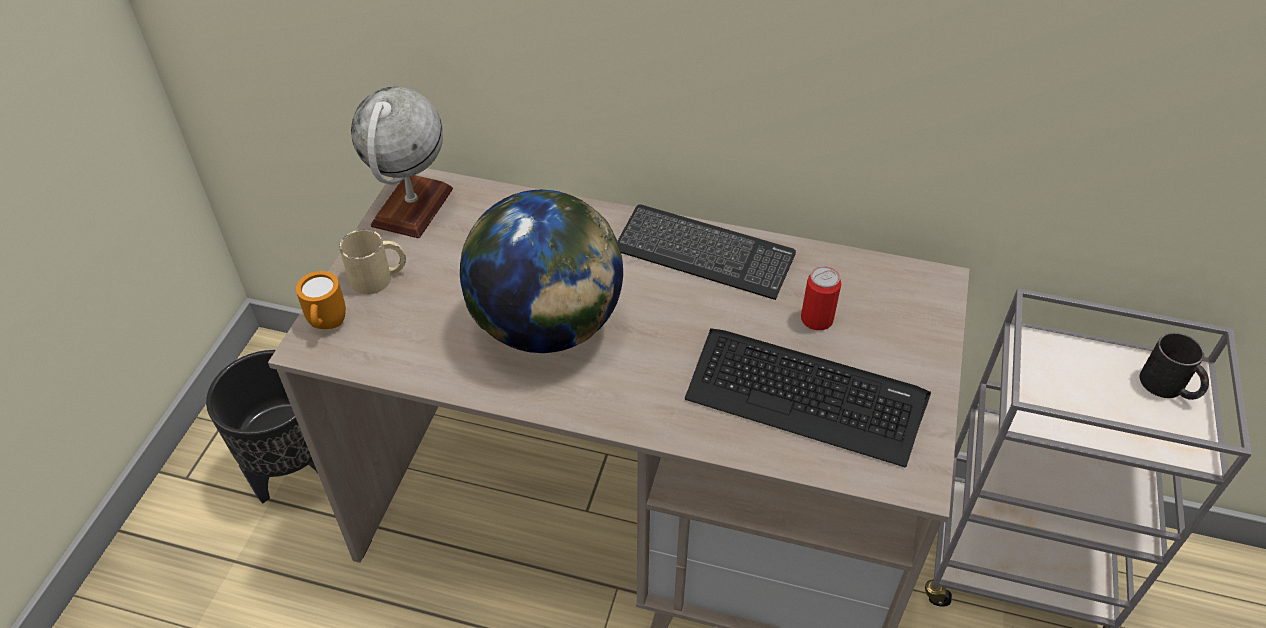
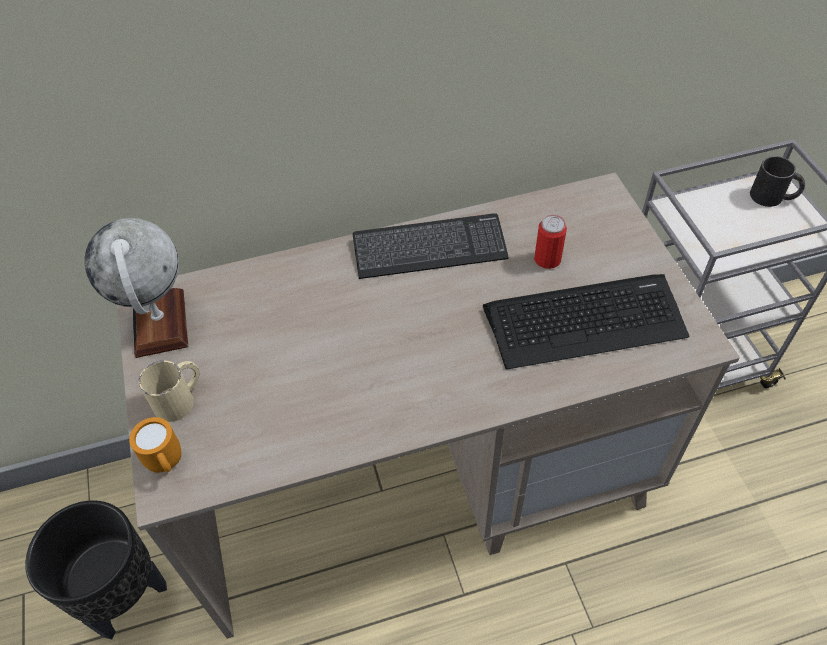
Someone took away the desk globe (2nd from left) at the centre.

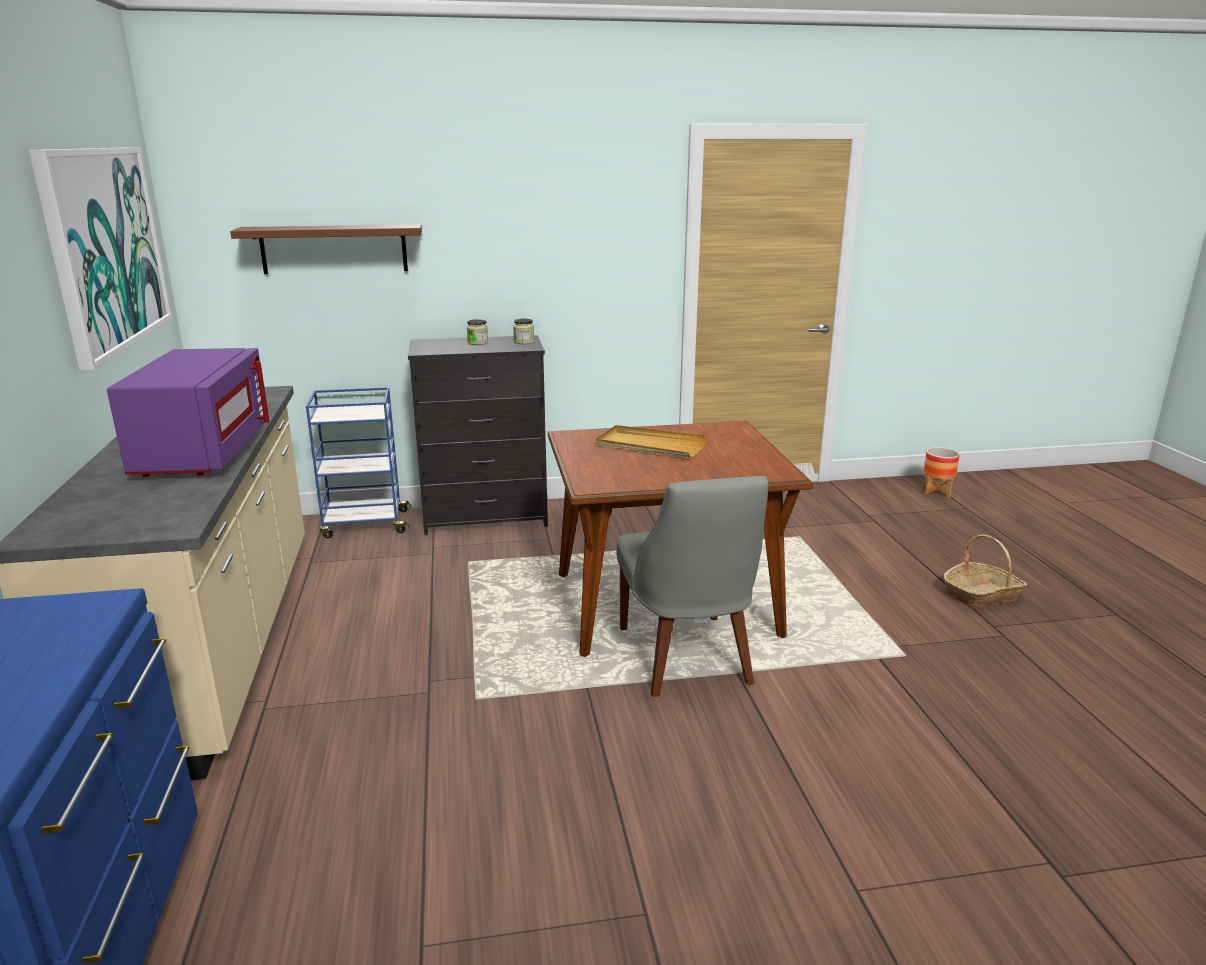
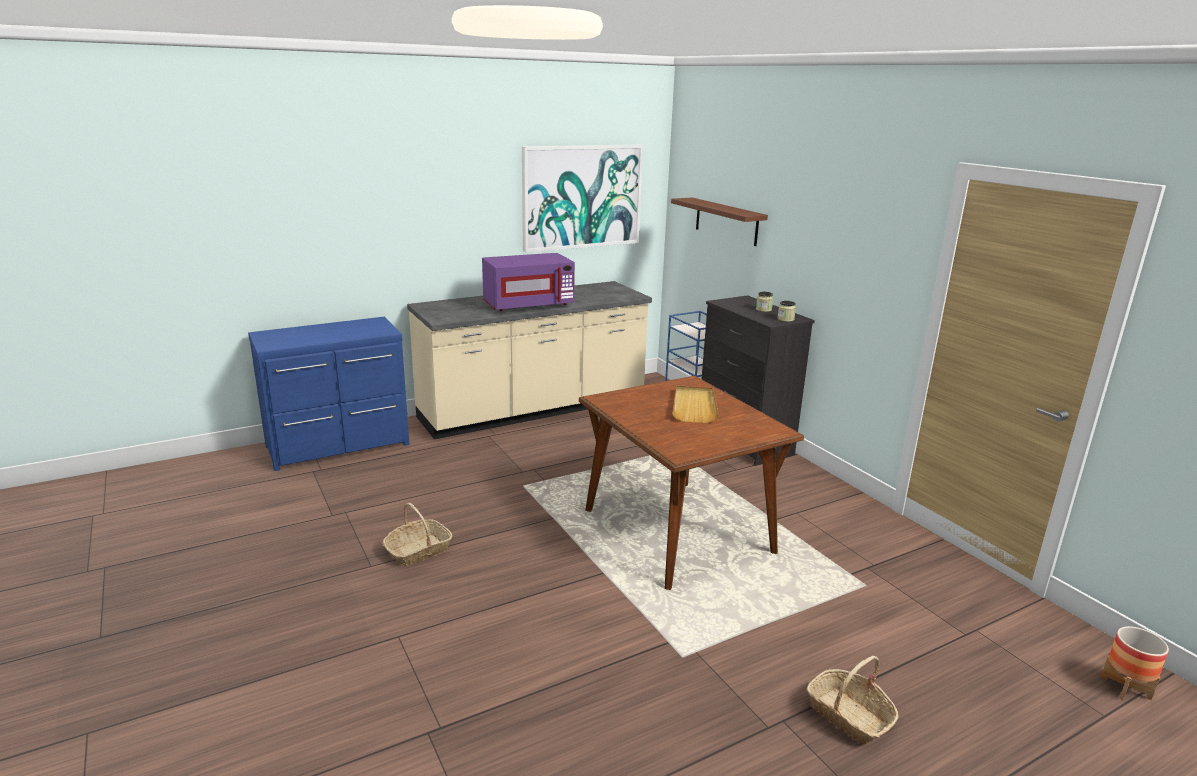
Someone took away the gray chair at the centre.
Someone put down the storage basket (1st from left) at the bottom centre.

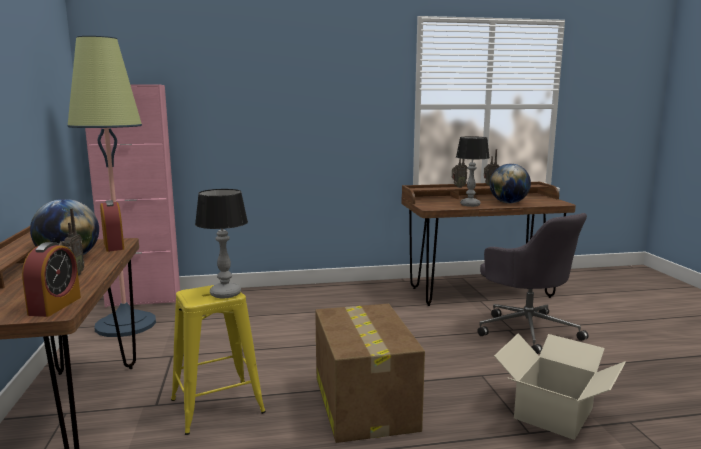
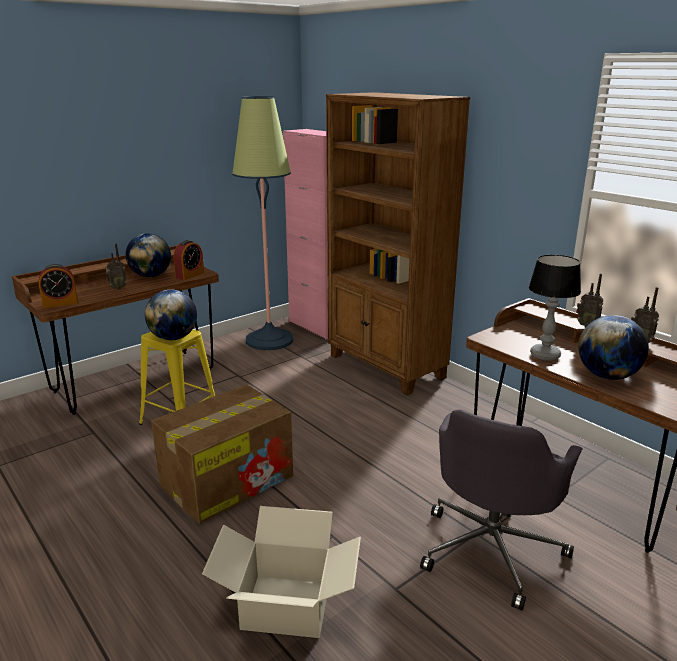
Someone swapped the table lamp (1st from left) at the middle left for the desk globe (2nd from left) at the middle left.
Someone put down the brown shelving unit at the centre.

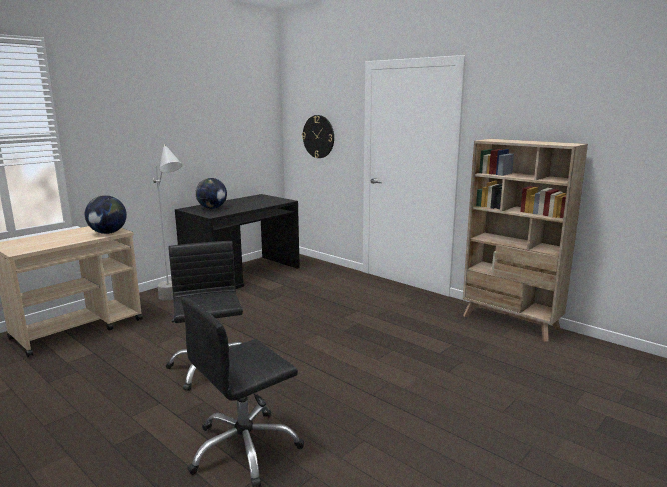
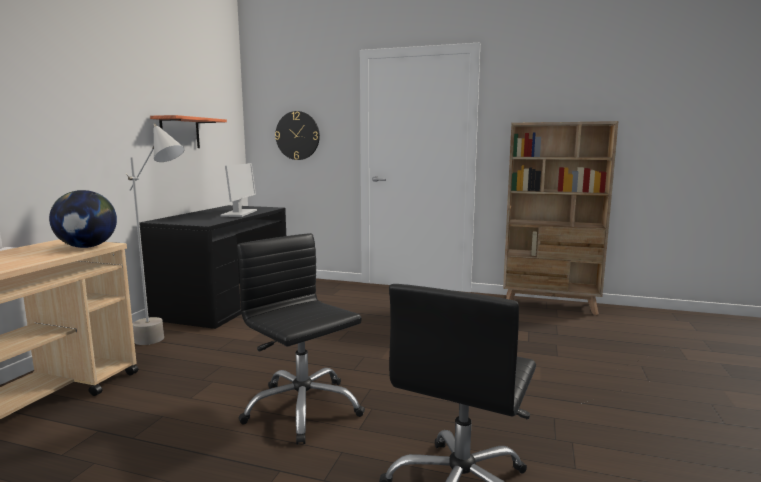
Someone took away the desk globe (2nd from left) at the middle left.
Someone put up the bracket shelf at the top left.
Someone put down the computer display at the middle left.

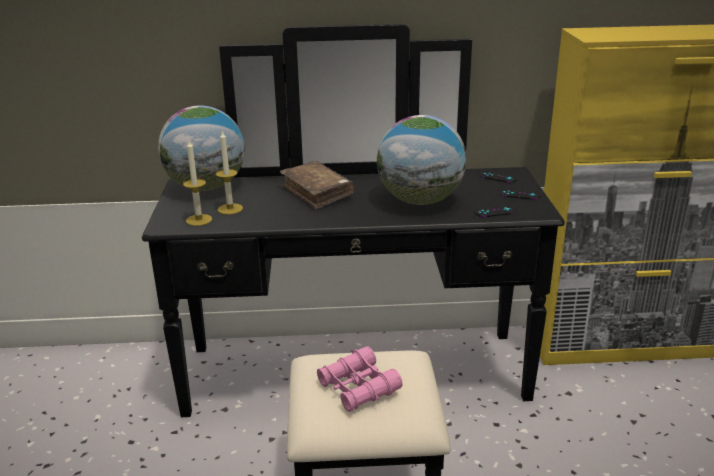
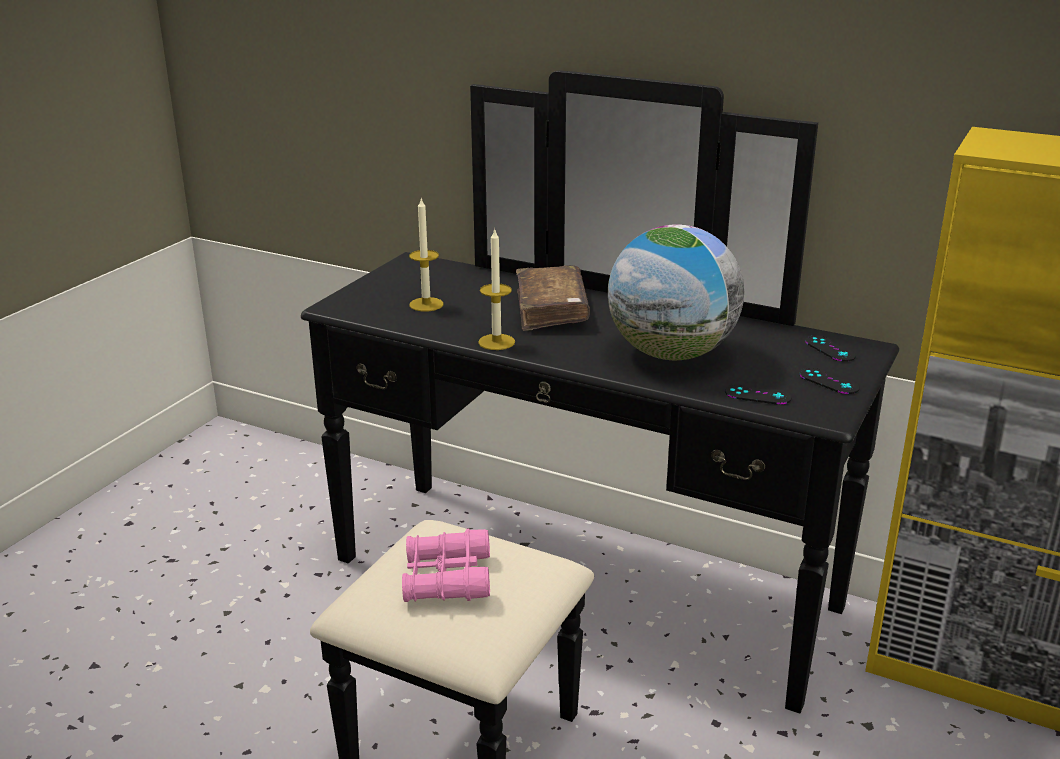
Someone took away the desk globe (1st from left) at the top left.
Someone carried the wax candle (1st from left in the first image) from the middle left to the centre.

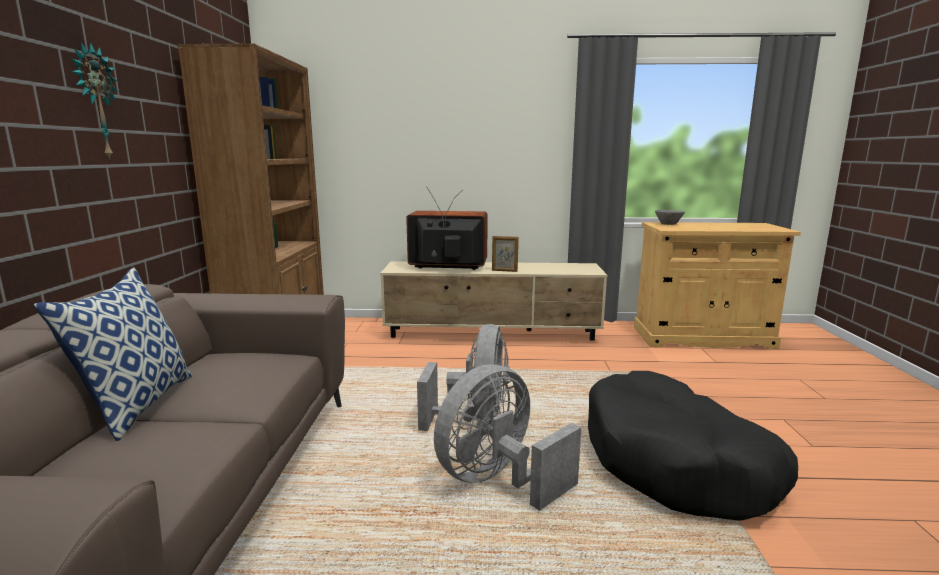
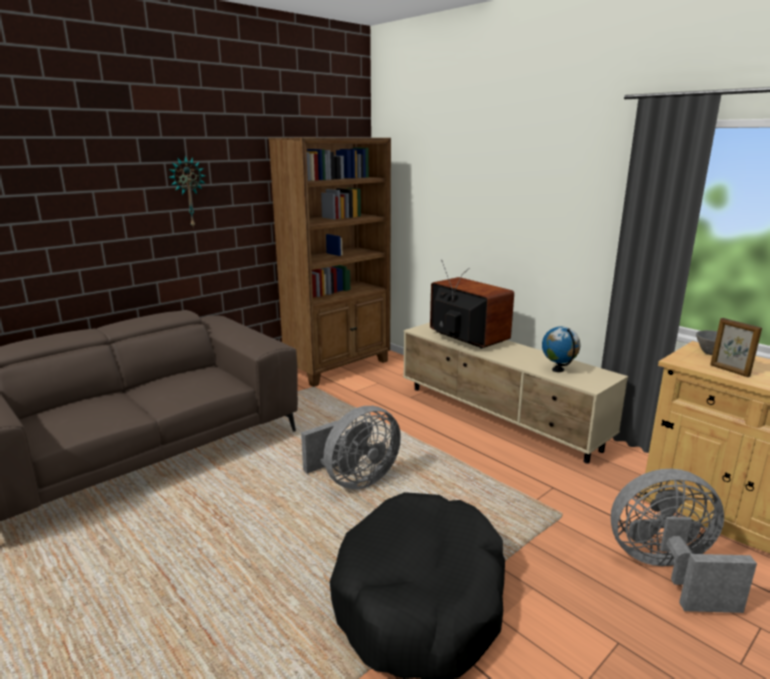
Someone carried the picture frame from the centre to the middle right.
Someone took away the throw pillow at the middle left.
Someone carried the gray cooling fan (2nd from left) from the bottom centre to the bottom right.
Someone put down the desk globe at the middle right.

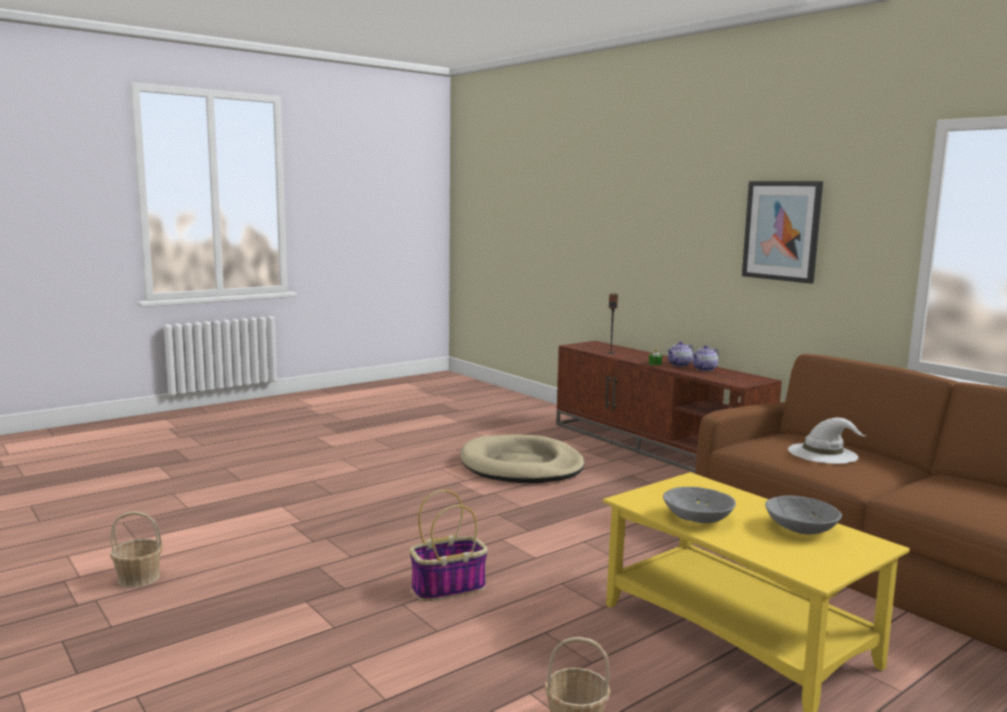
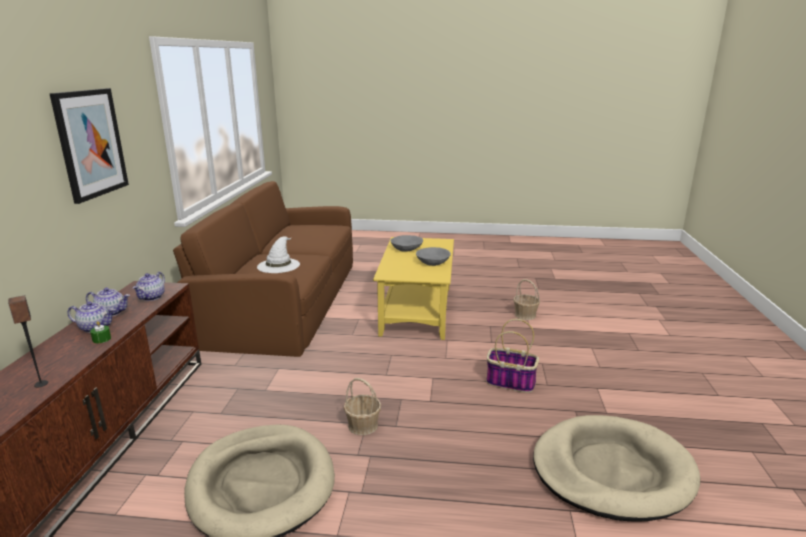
Someone carried the storage basket (1st from left) from the bottom left to the bottom centre.
Someone put down the teapot (3rd from left) at the middle left.
Someone put down the beige-coloured dog cushion (2nd from left) at the bottom right.

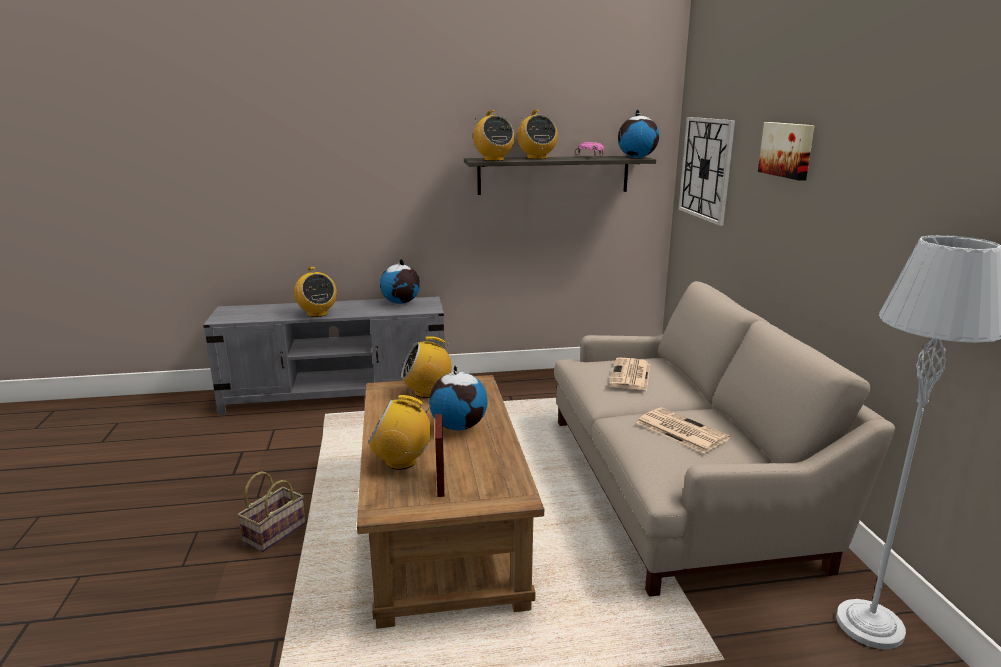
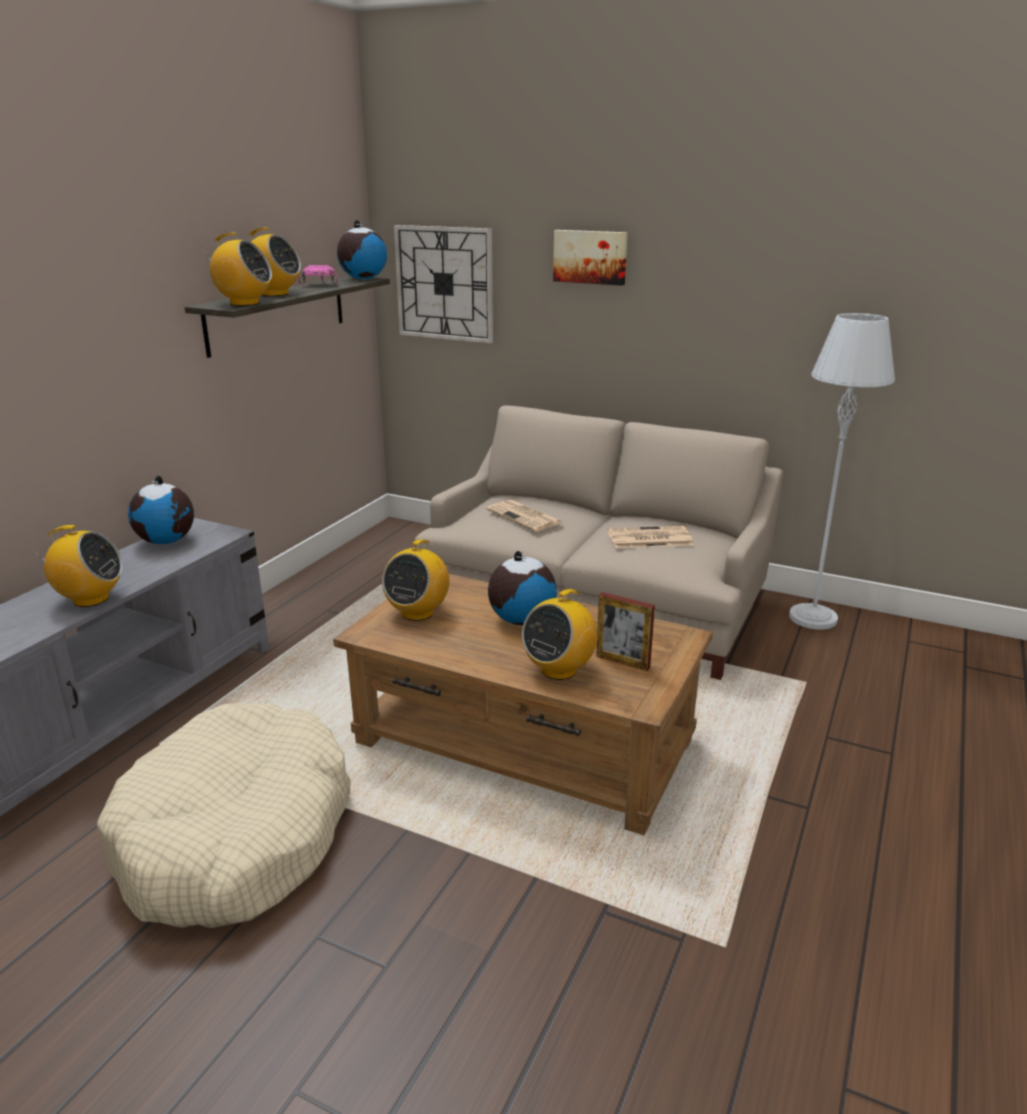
Someone took away the storage basket at the bottom left.
Someone put down the beige-coloured dog cushion at the bottom left.

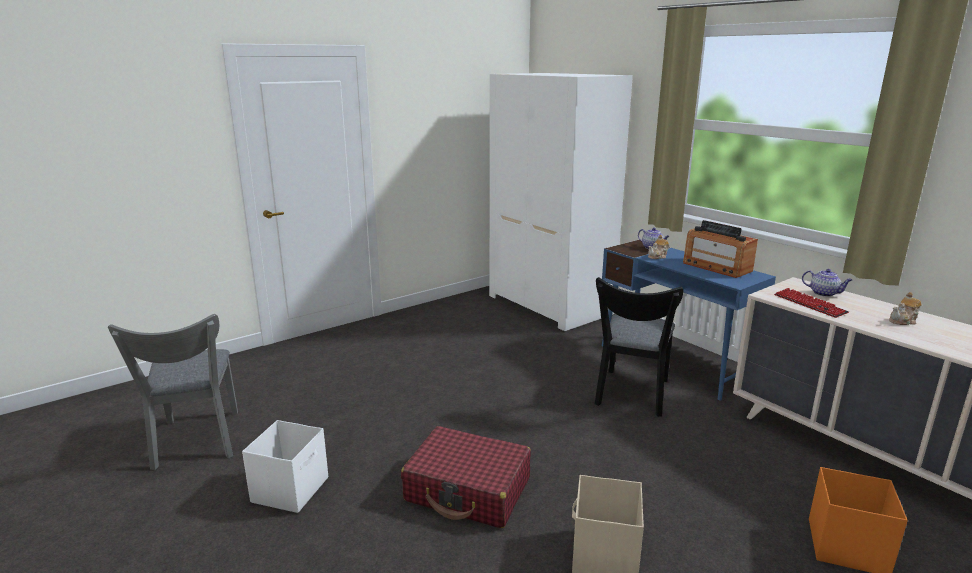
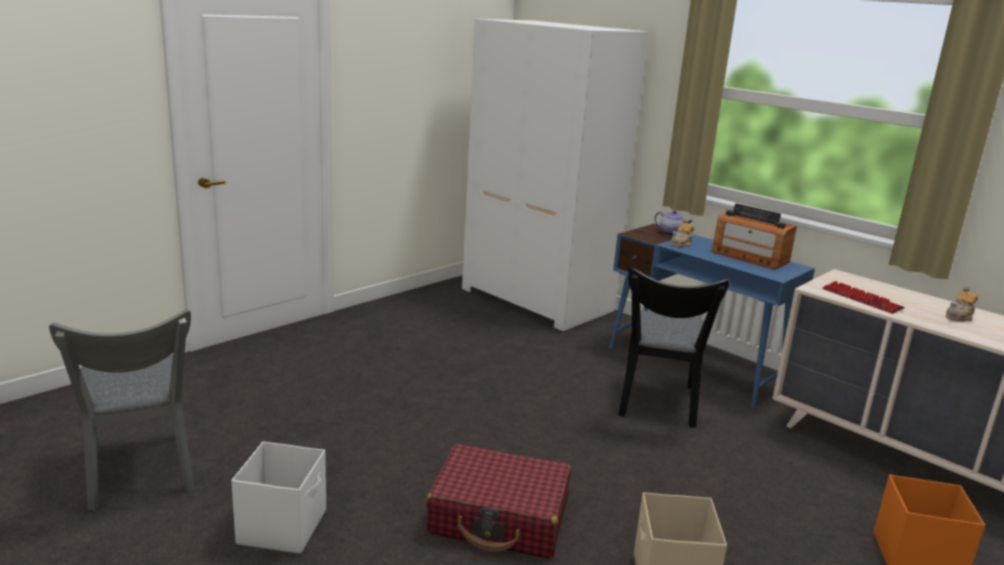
Someone took away the teapot (3rd from left) at the middle right.

